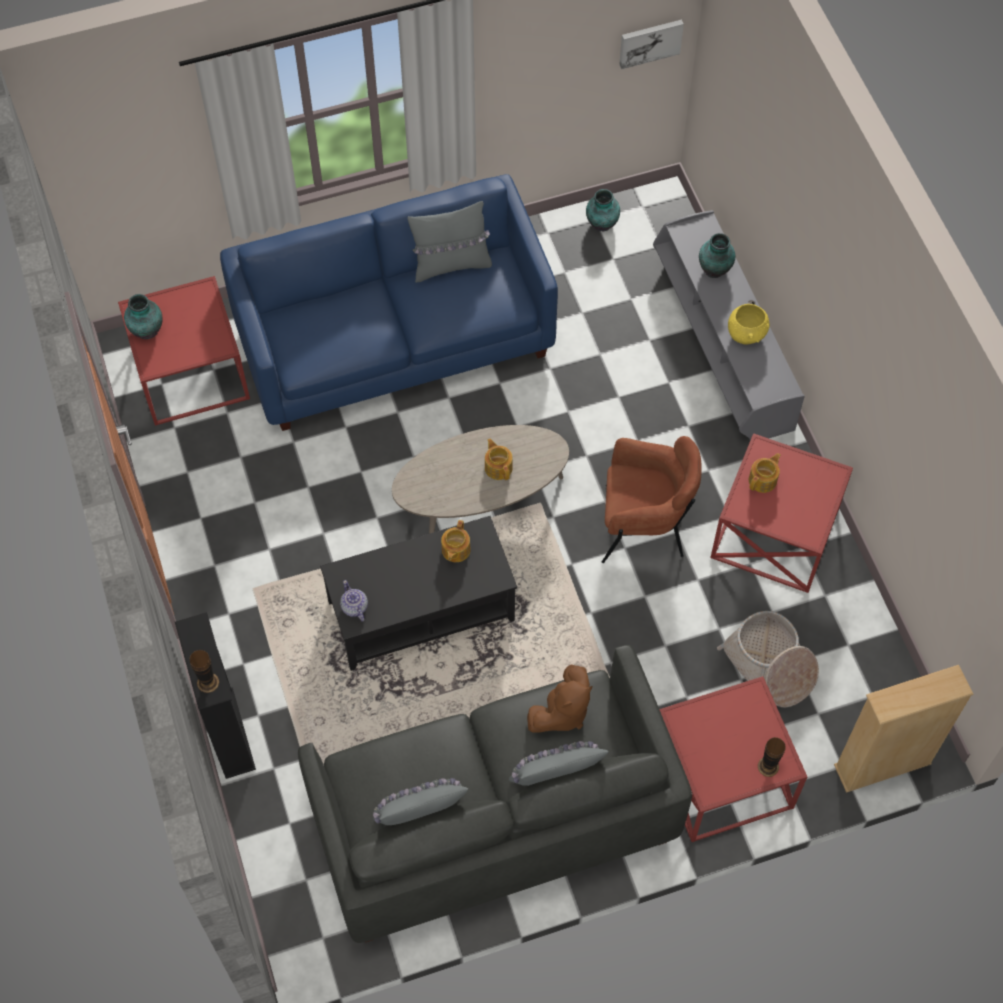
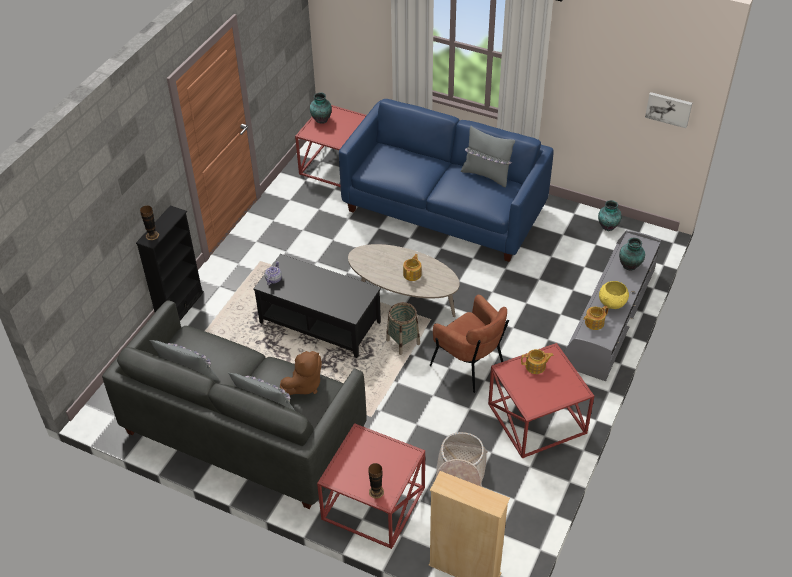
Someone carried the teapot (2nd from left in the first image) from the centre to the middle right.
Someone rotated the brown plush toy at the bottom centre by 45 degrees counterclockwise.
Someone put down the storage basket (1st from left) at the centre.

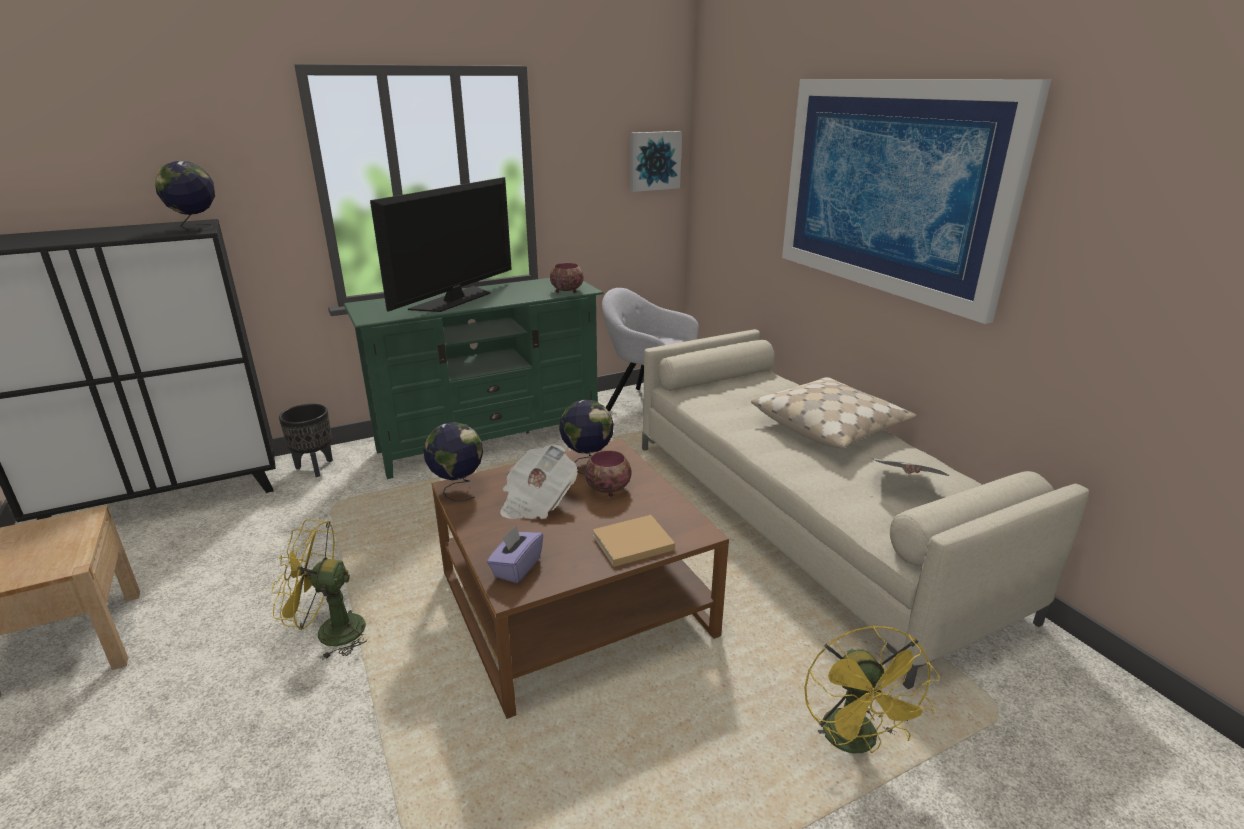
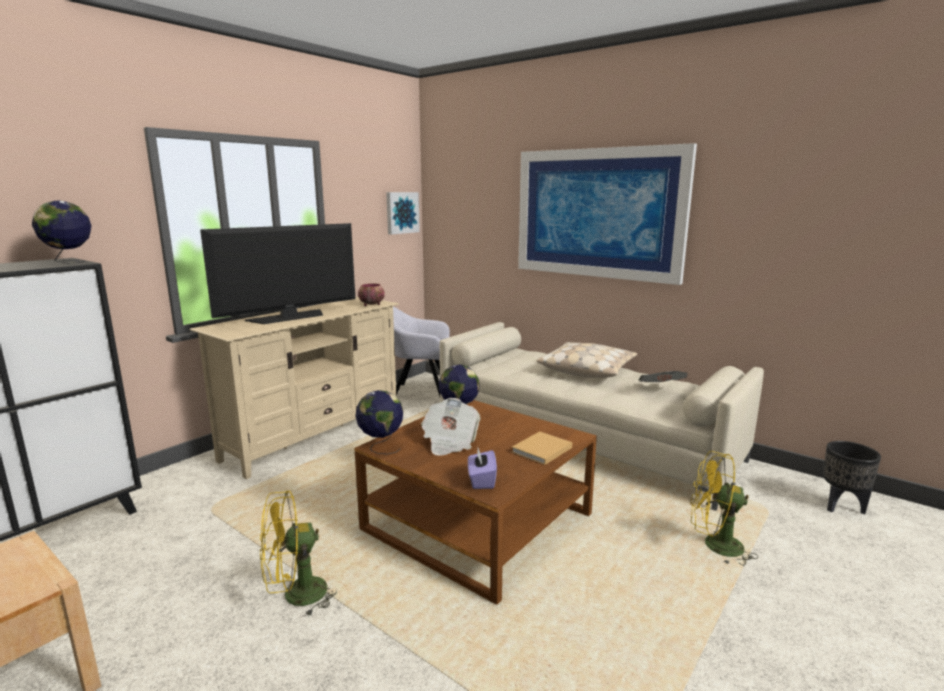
Someone rotated the television at the top centre by 45 degrees clockwise.
Someone repainted the greenish tv unit at the centre, which became the beige-coloured tv unit at the middle left.
Someone carried the black-coloured flower pot from the middle left to the bottom right.
Someone took away the serving bowl (2nd from left) at the centre.
Someone rotated the yellowish cooling fan (2nd from left) at the bottom right by 135 degrees clockwise.

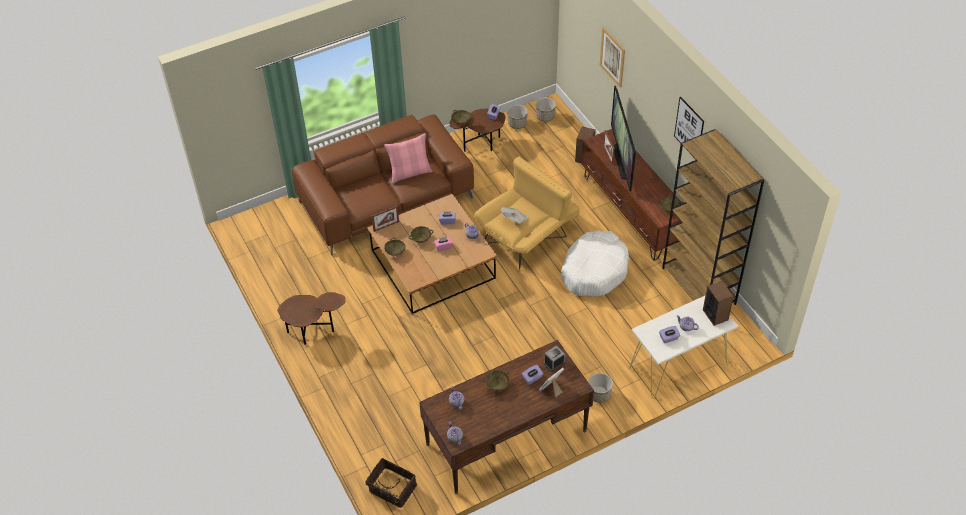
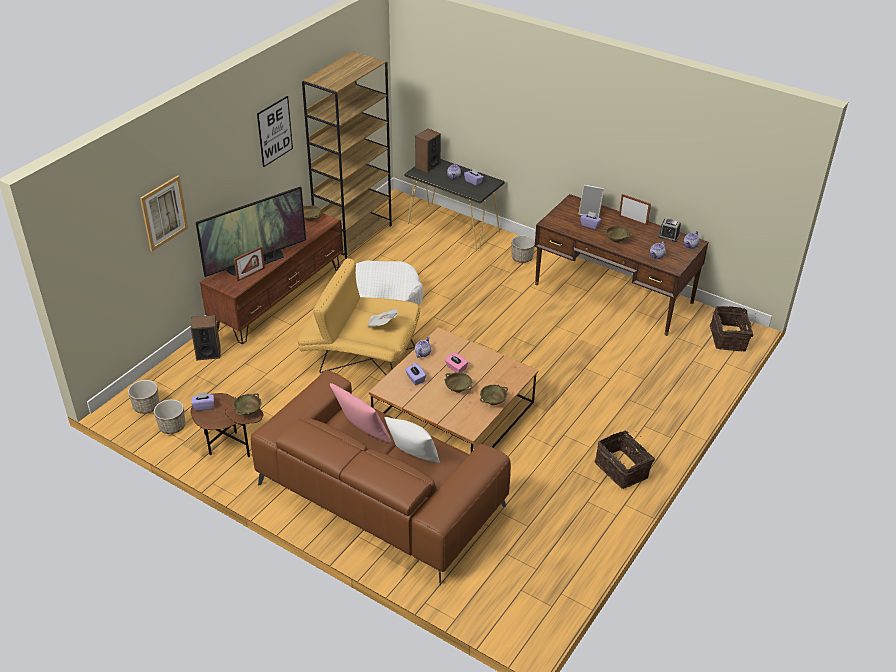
Someone carried the picture frame (1st from left in the first image) from the centre to the top right.
Someone swapped the brown end table (1st from left) at the middle left for the storage basket (1st from left) at the bottom right.
Someone repainted the white hall table at the bottom right, which became the black-coloured hall table at the top centre.
Someone carried the alarm clock from the bottom centre to the middle right.
Someone put down the white throw pillow at the centre.

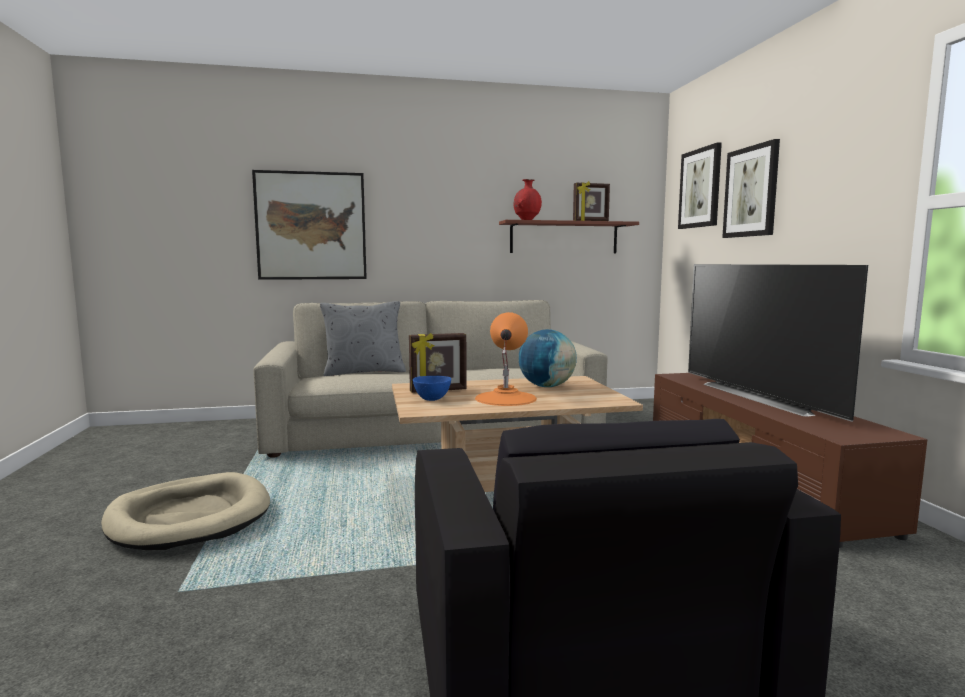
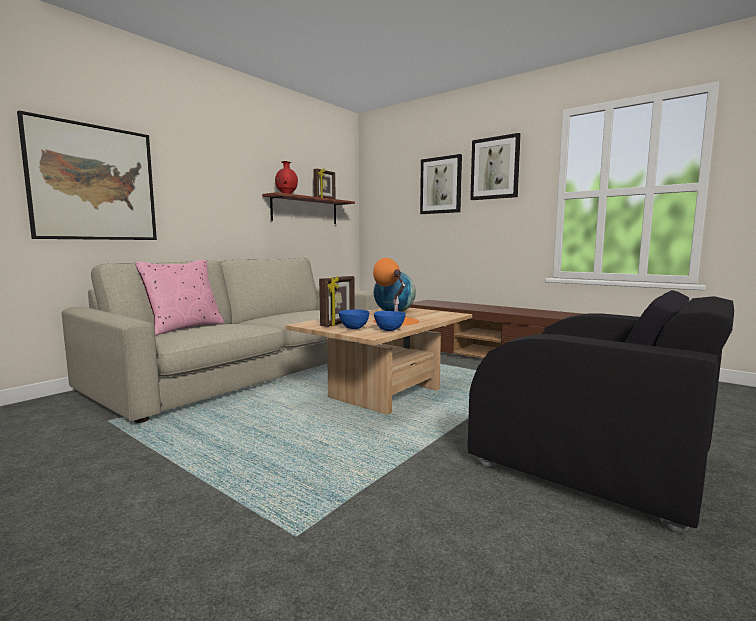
Someone carried the picture (2nd from left in the first image) from the top right to the top centre.
Someone took away the television at the middle right.
Someone repainted the gray throw pillow at the centre, which became the pink-coloured throw pillow at the middle left.
Someone took away the beige-coloured dog cushion at the bottom left.
Someone put down the bluish serving bowl (2nd from left) at the centre.

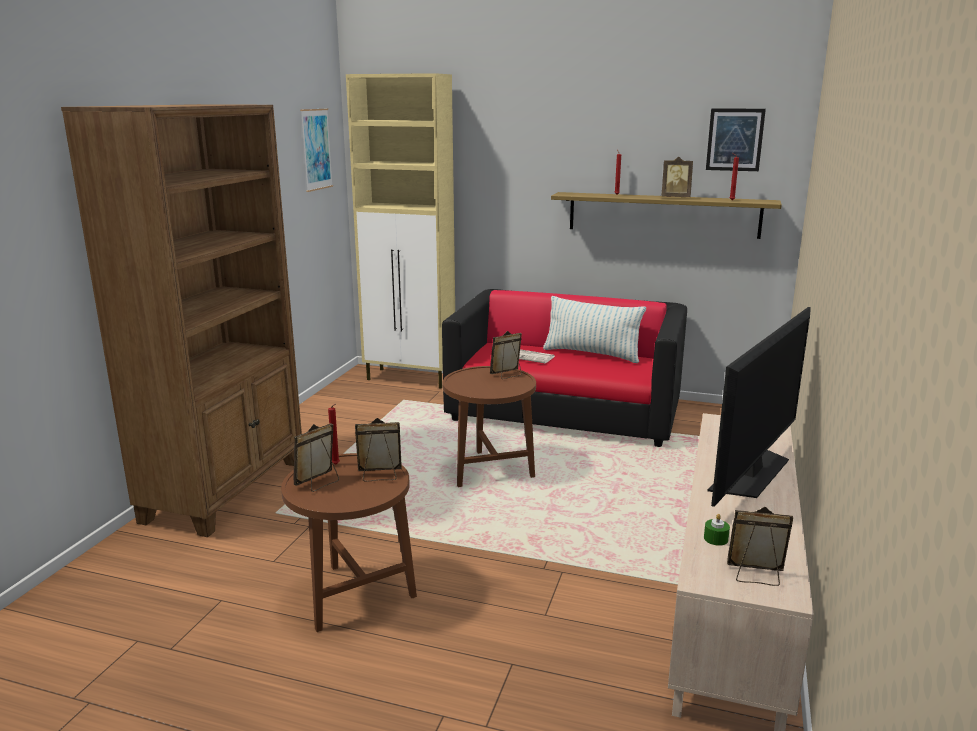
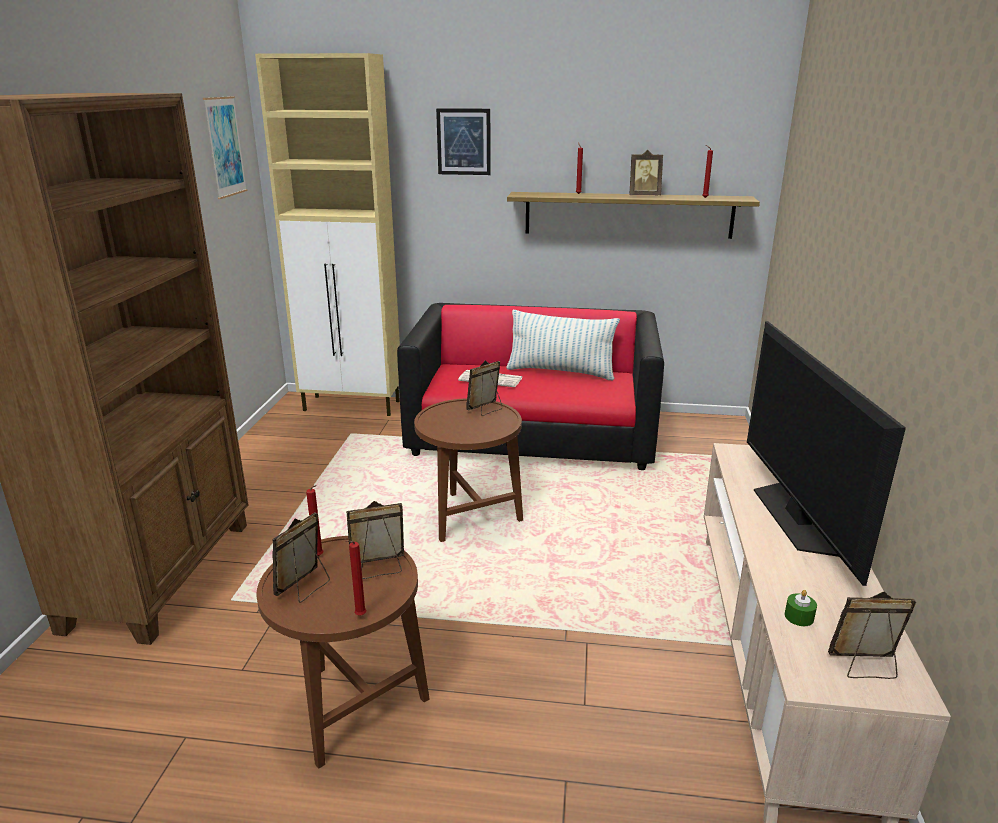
Someone carried the picture (2nd from left) from the top right to the top centre.
Someone rotated the television at the middle right by 150 degrees clockwise.
Someone put down the red wax candle (2nd from left) at the bottom centre.

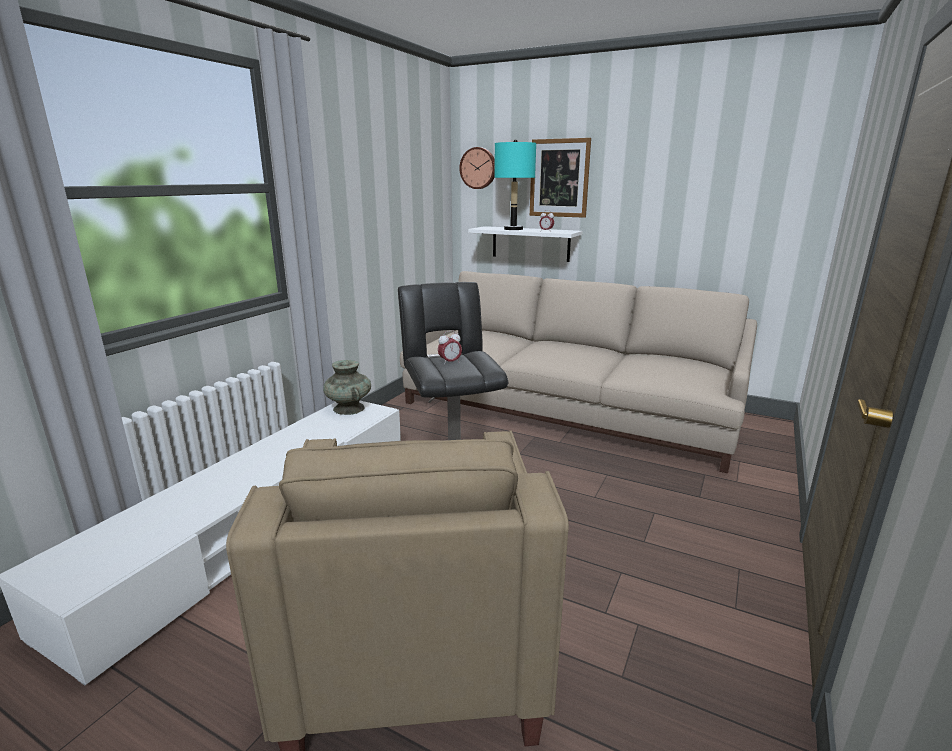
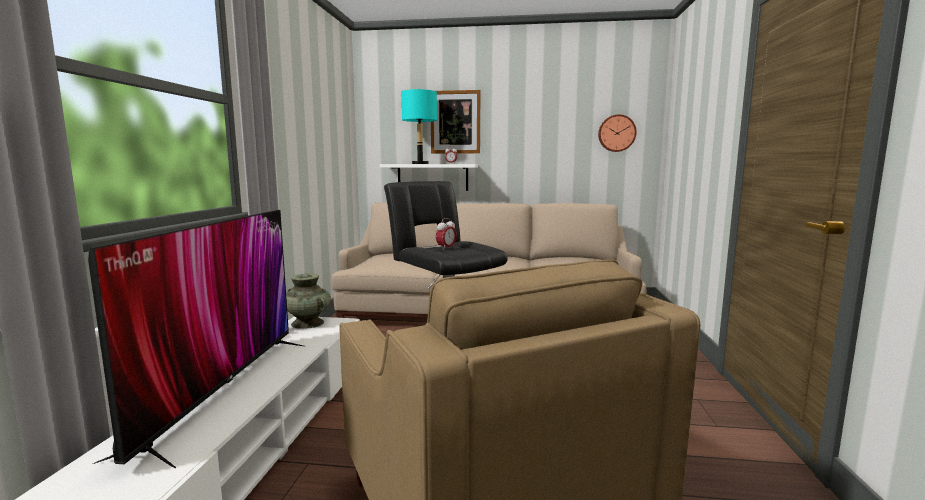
Someone carried the clock on the wall from the top centre to the top right.
Someone put down the television at the bottom left.

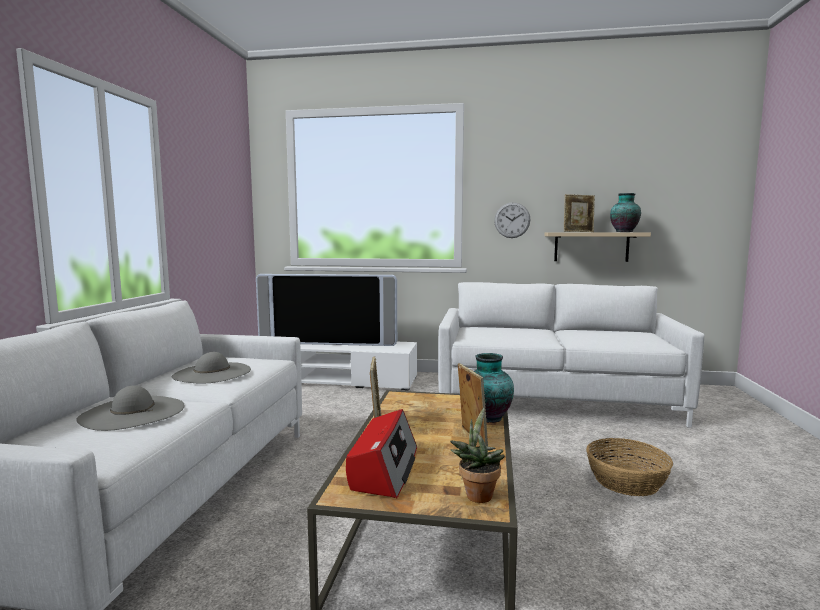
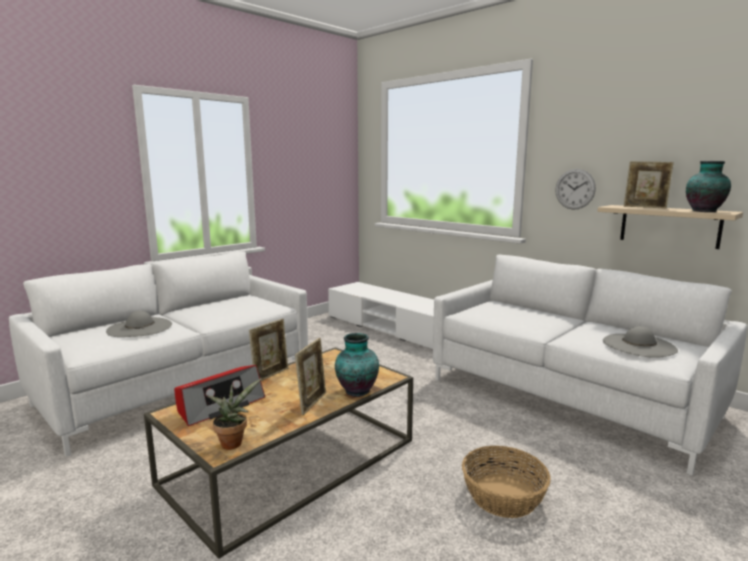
Someone took away the television at the centre.
Someone carried the gray wearable hat (2nd from left) from the middle left to the middle right.

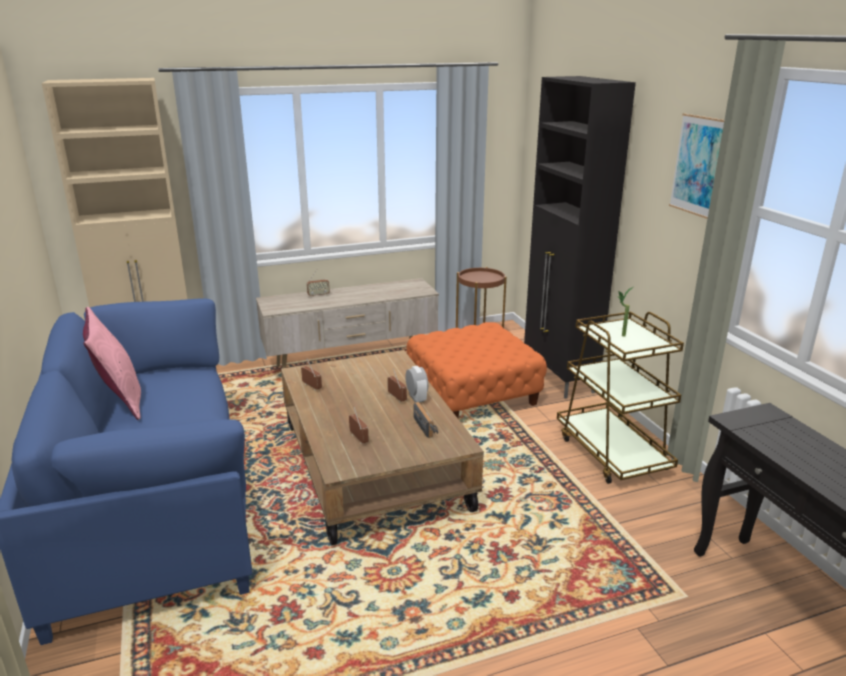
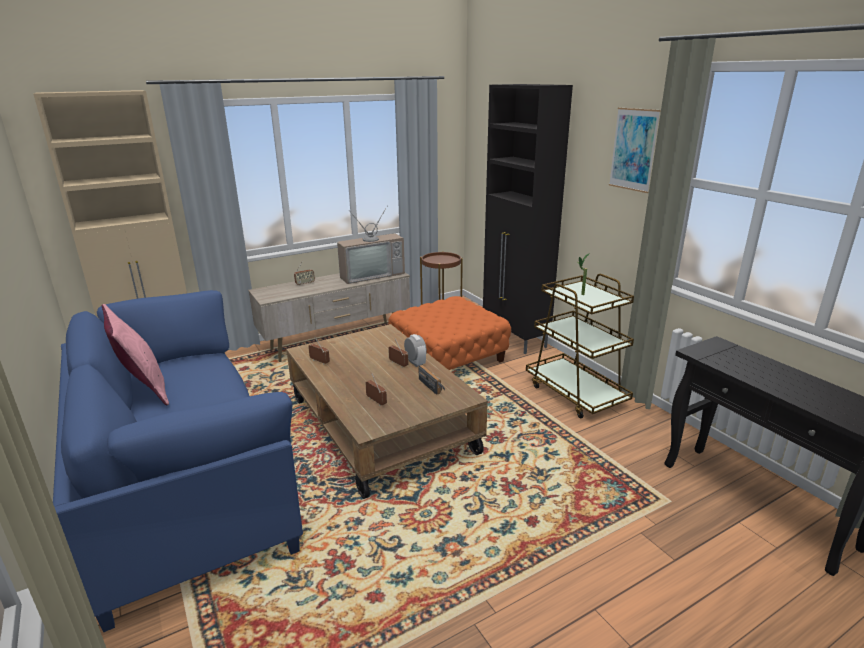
Someone put down the television at the centre.

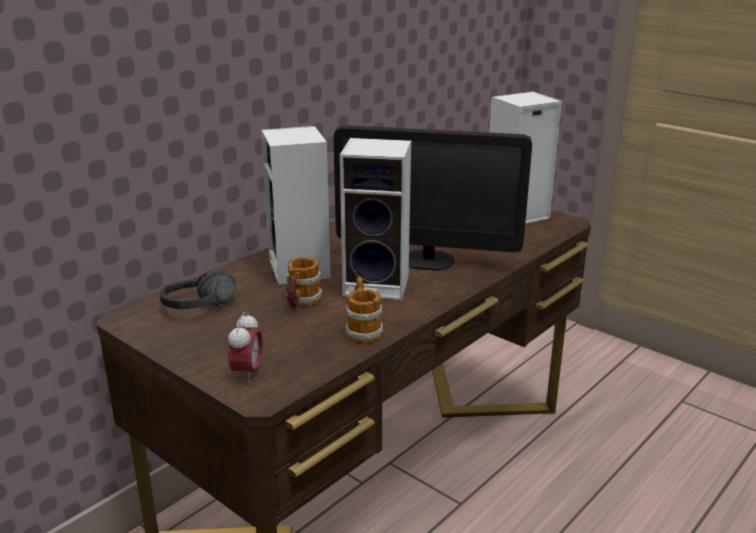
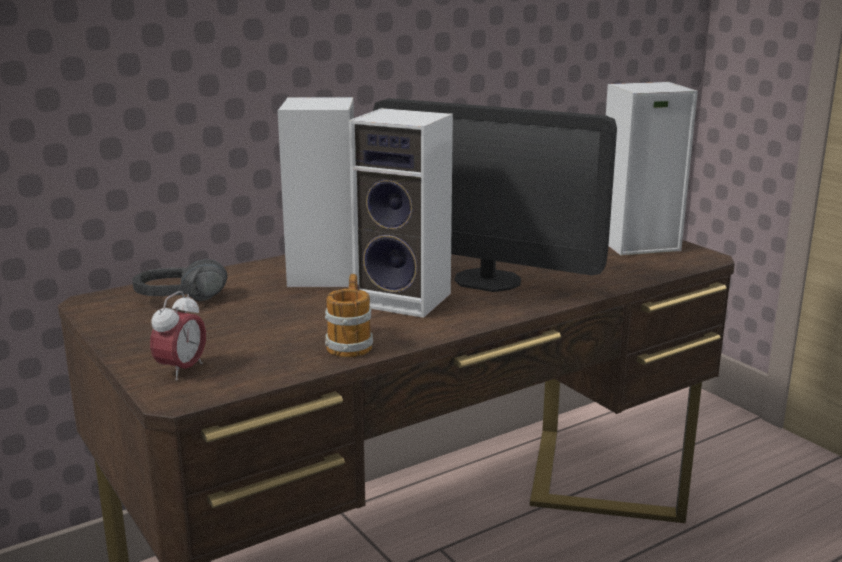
Someone took away the tea mug (1st from left) at the centre.

